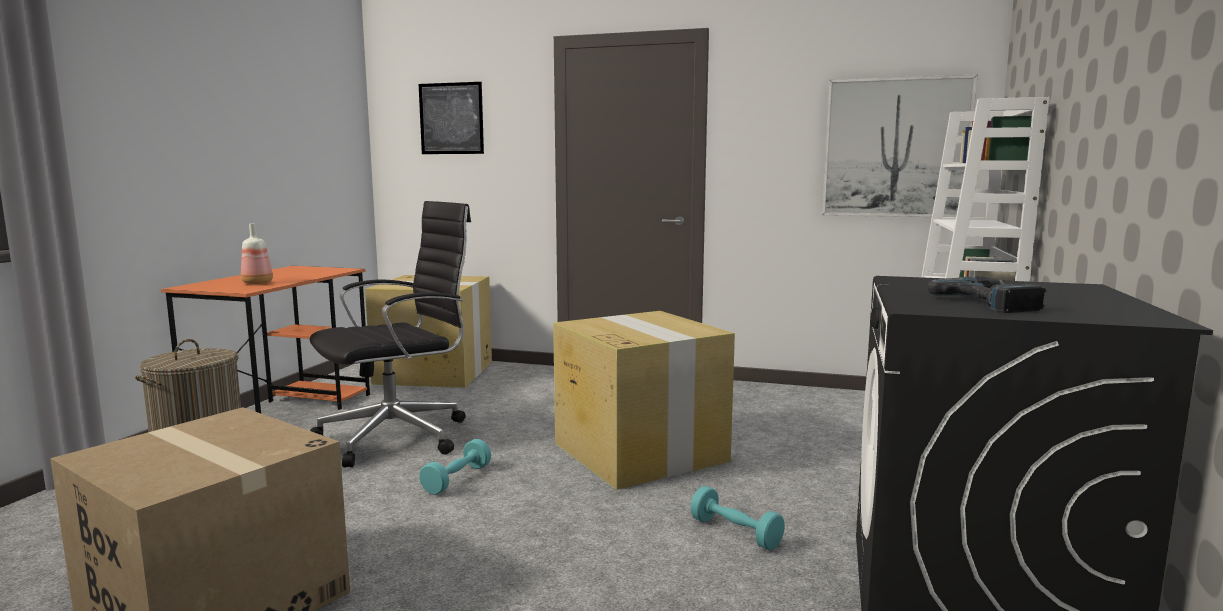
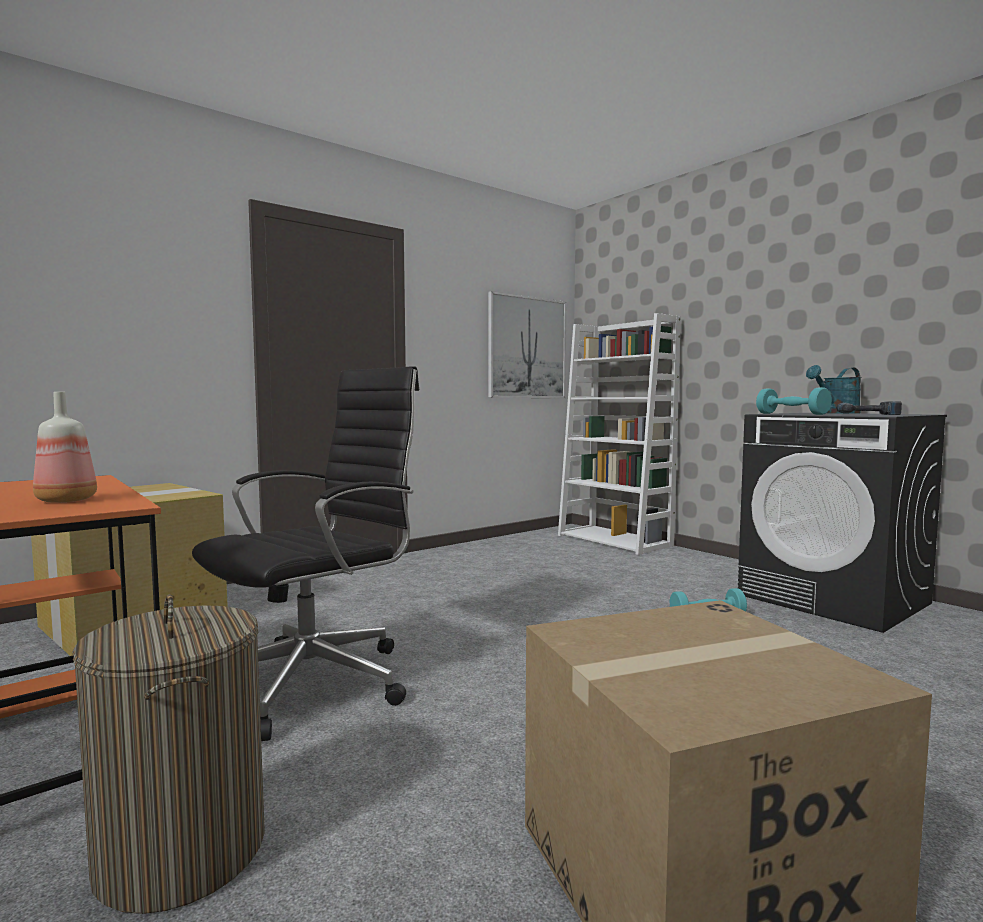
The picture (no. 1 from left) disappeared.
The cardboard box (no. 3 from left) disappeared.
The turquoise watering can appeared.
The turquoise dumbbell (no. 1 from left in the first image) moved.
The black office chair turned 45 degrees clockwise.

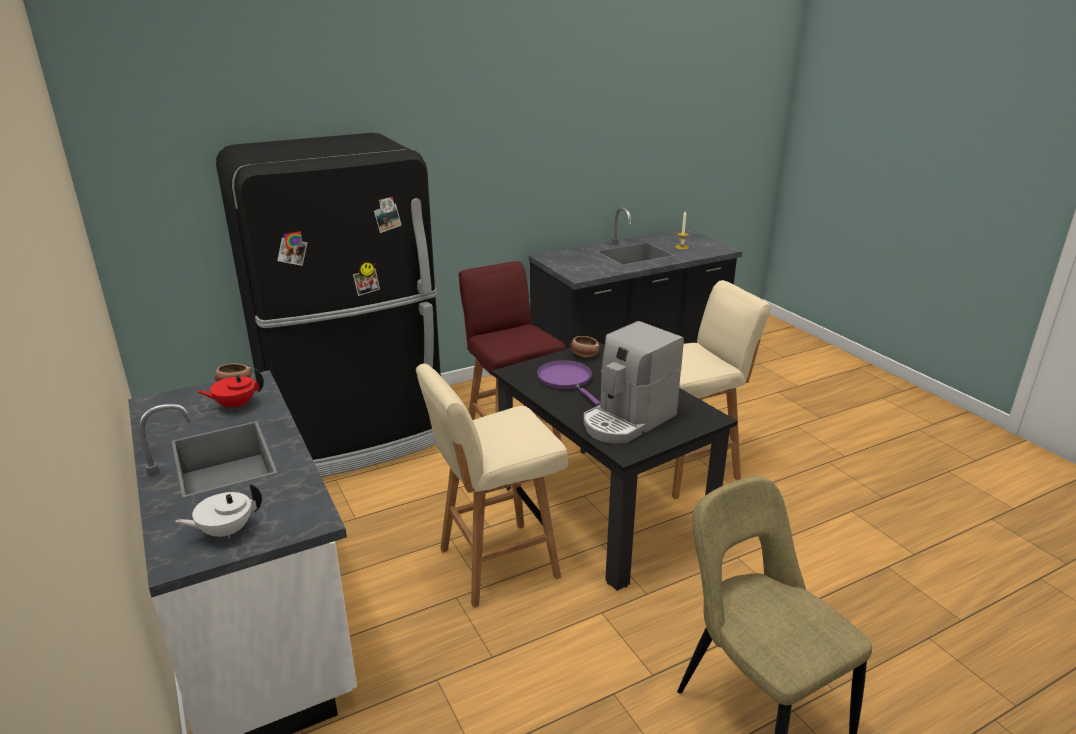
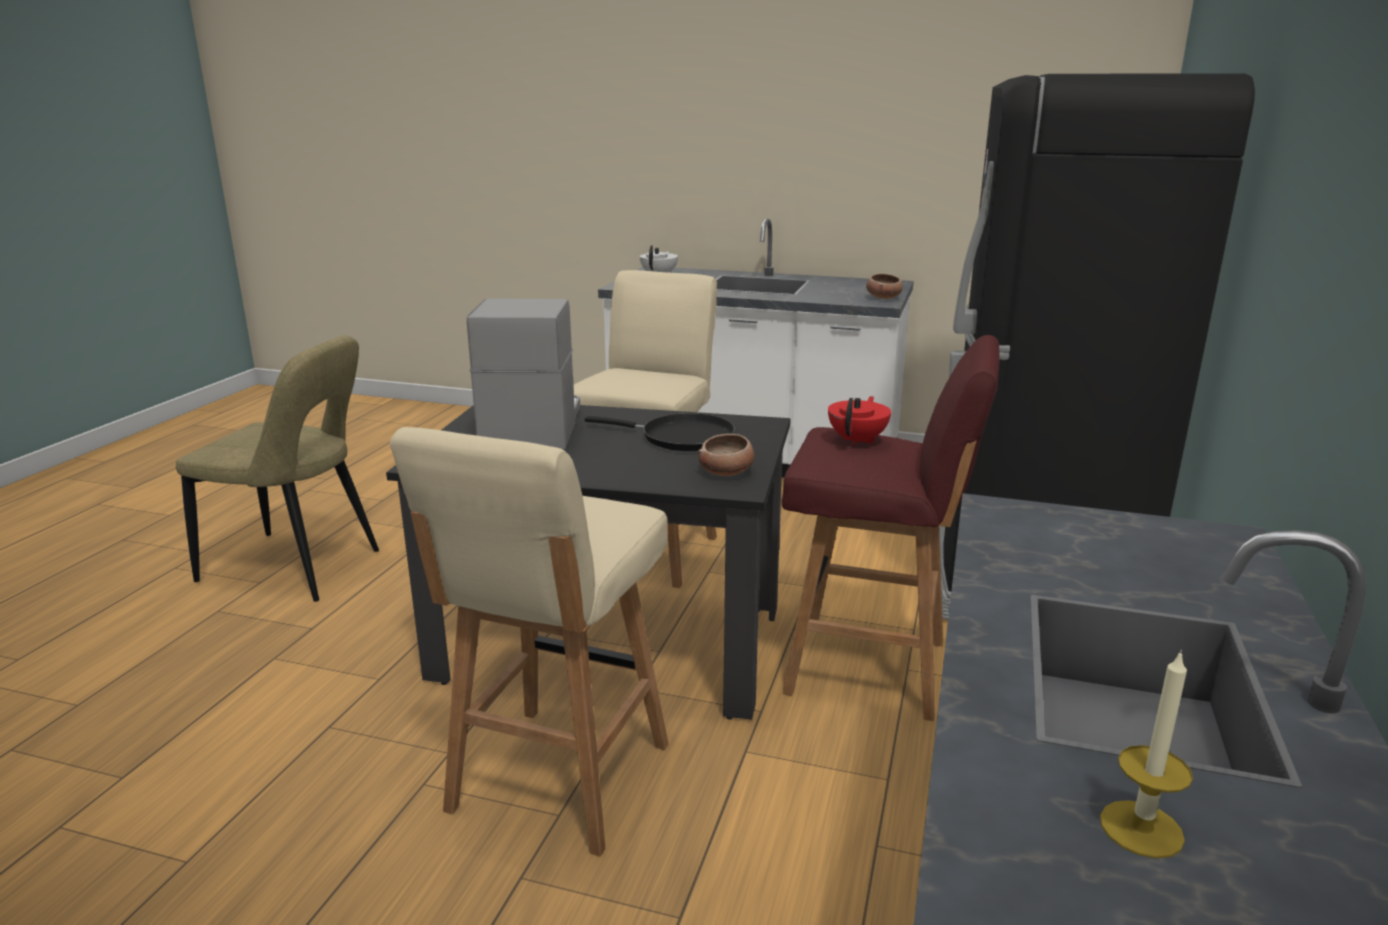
The red teapot moved.
The purple frying pan became the black frying pan.

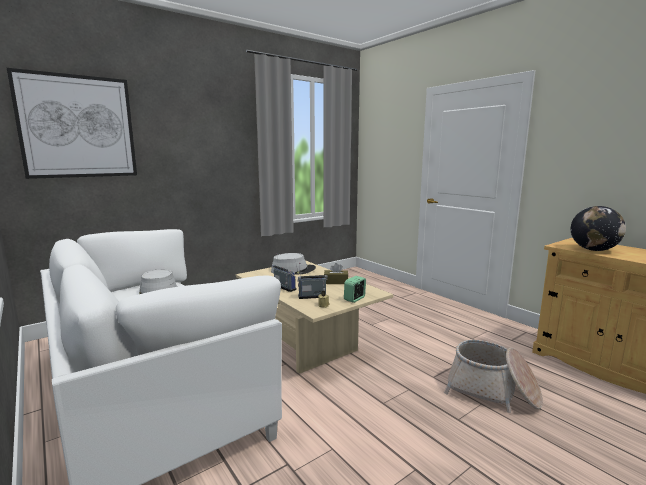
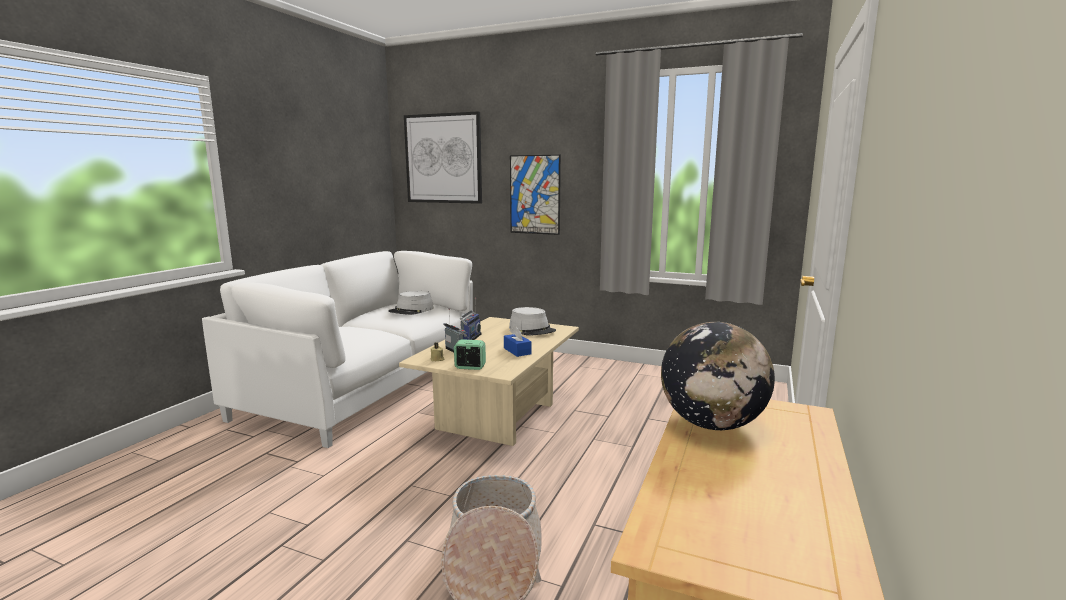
The picture (no. 2 from left) appeared.
The brown tissue box became the blue tissue box.

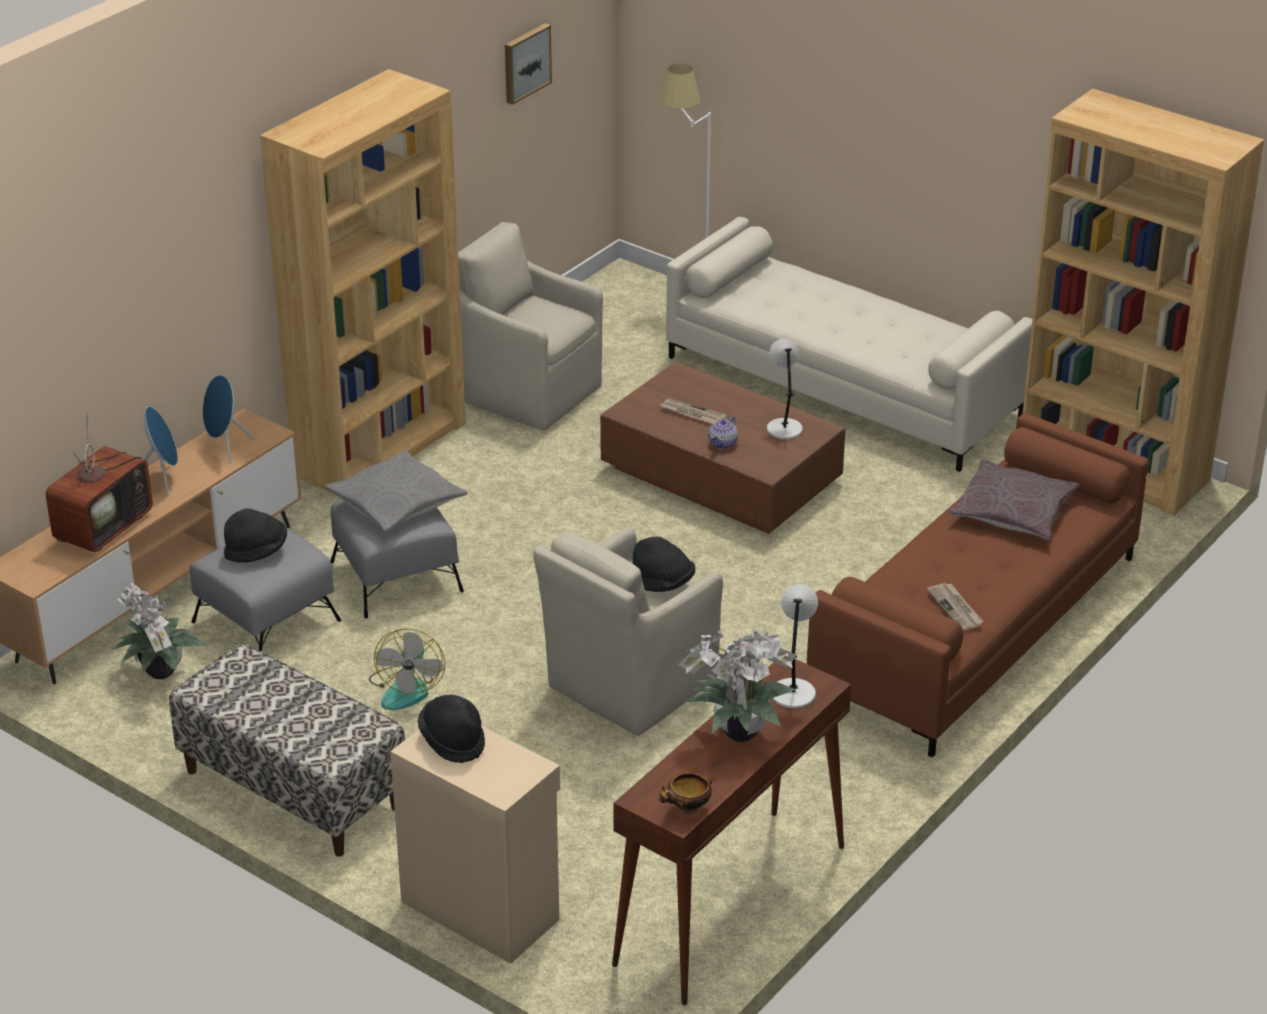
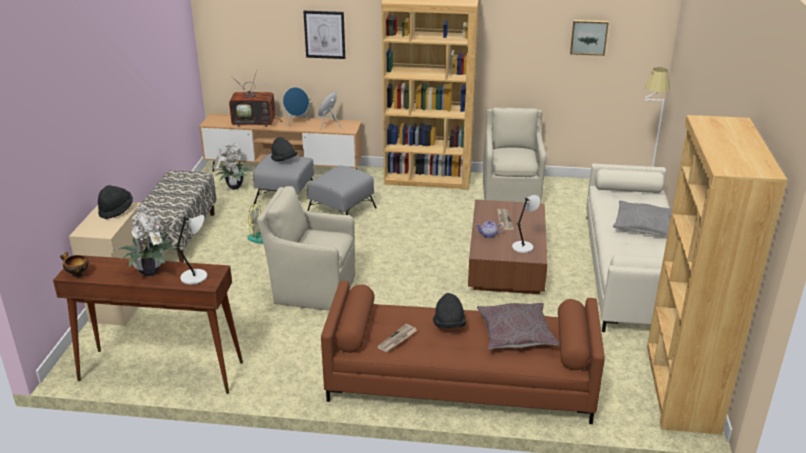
The picture (no. 1 from left) appeared.
The grey pillow (no. 1 from left in the first image) moved.
The black hat (no. 3 from left) moved.

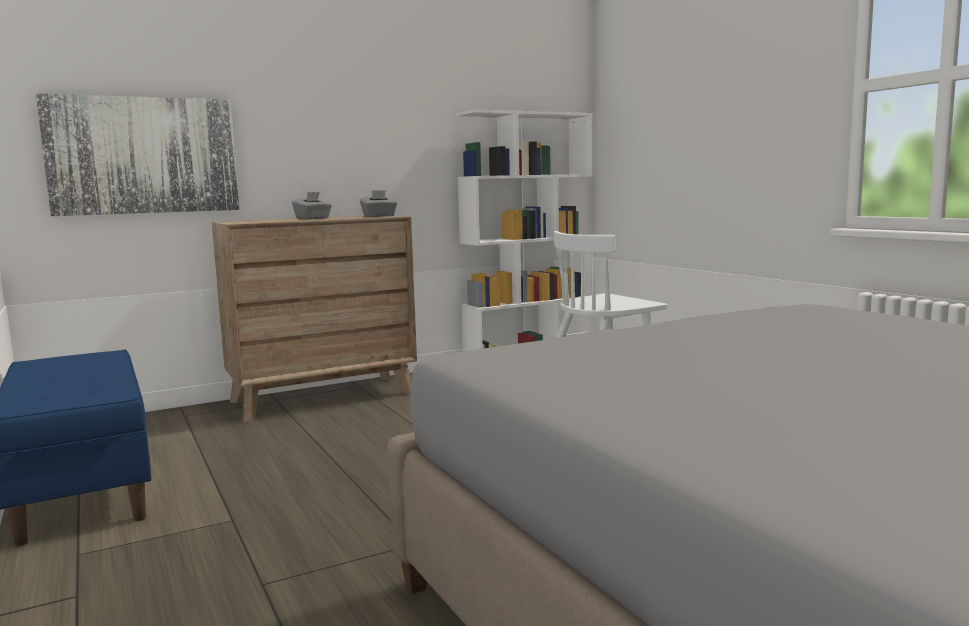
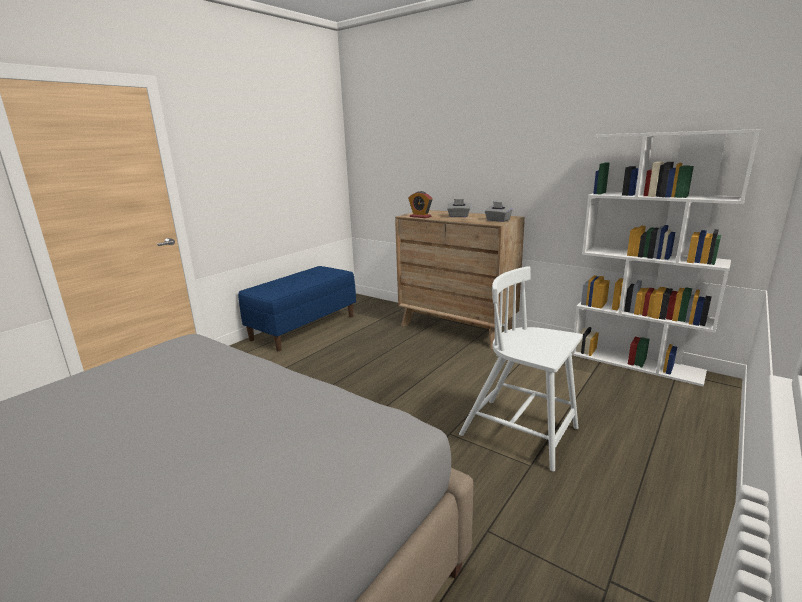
The picture disappeared.
The alarm clock appeared.

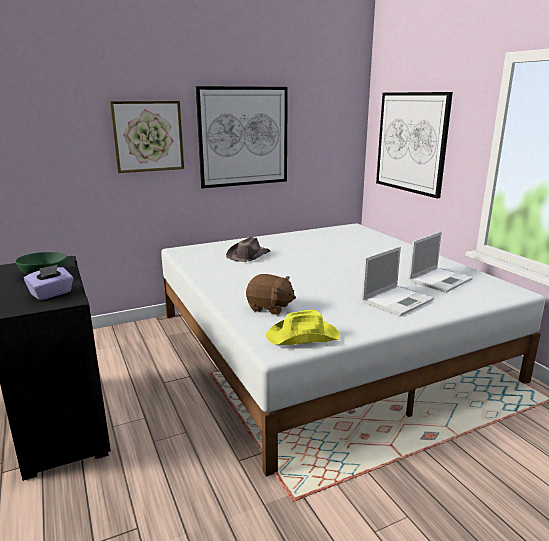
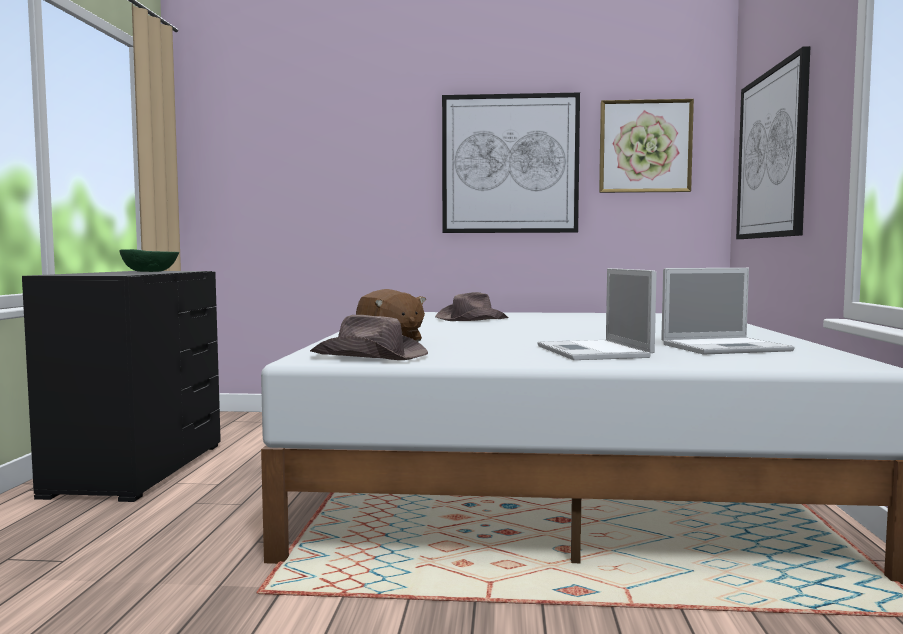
The purple tissue box disappeared.
The picture (no. 1 from left in the first image) moved.
The yellow hat became the brown hat (no. 1 from left).
The laptop (no. 1 from left) turned 90 degrees clockwise.

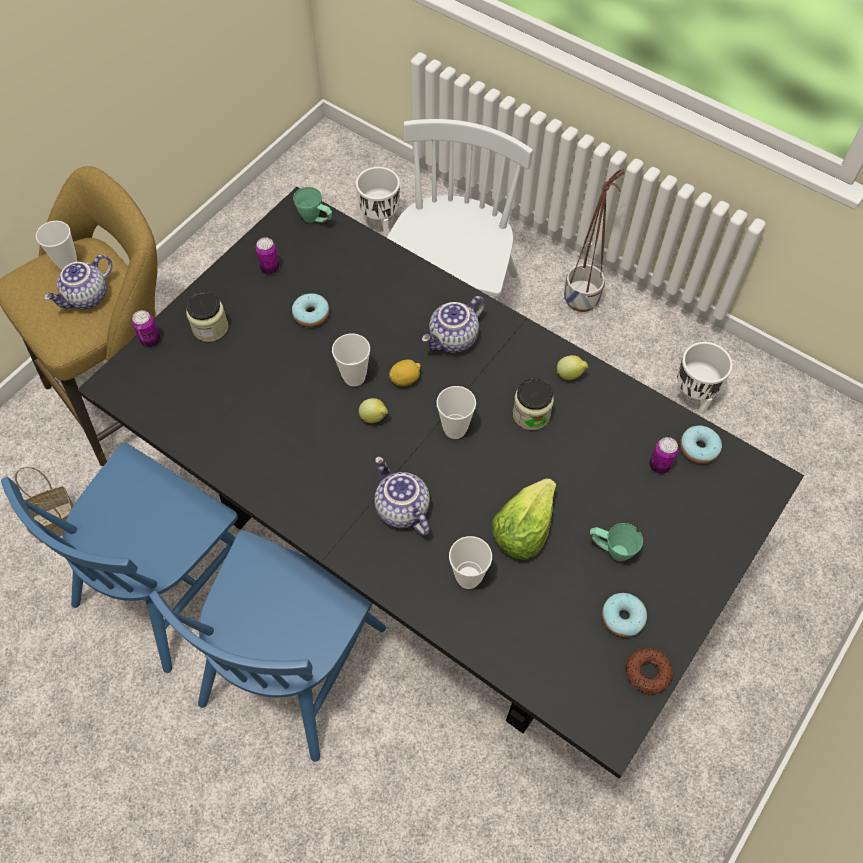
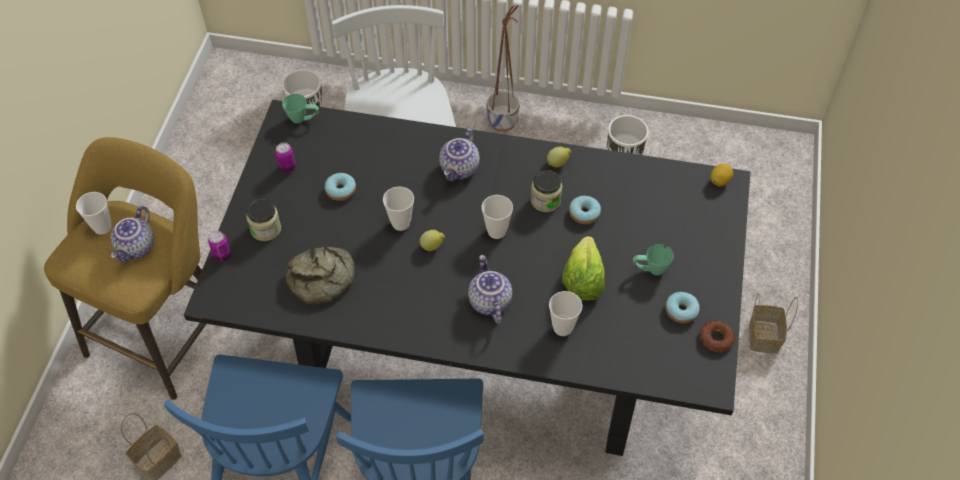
The can (no. 3 from left) disappeared.
The bread appeared.
The basket (no. 2 from left) appeared.
The lemon (no. 2 from left in the first image) moved.
The donut (no. 4 from left in the first image) moved.
The teapot (no. 2 from left in the first image) turned 45 degrees clockwise.

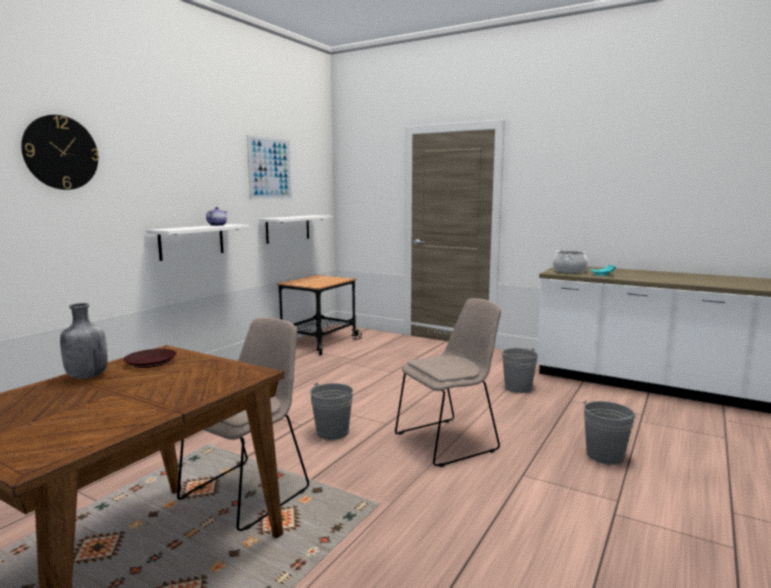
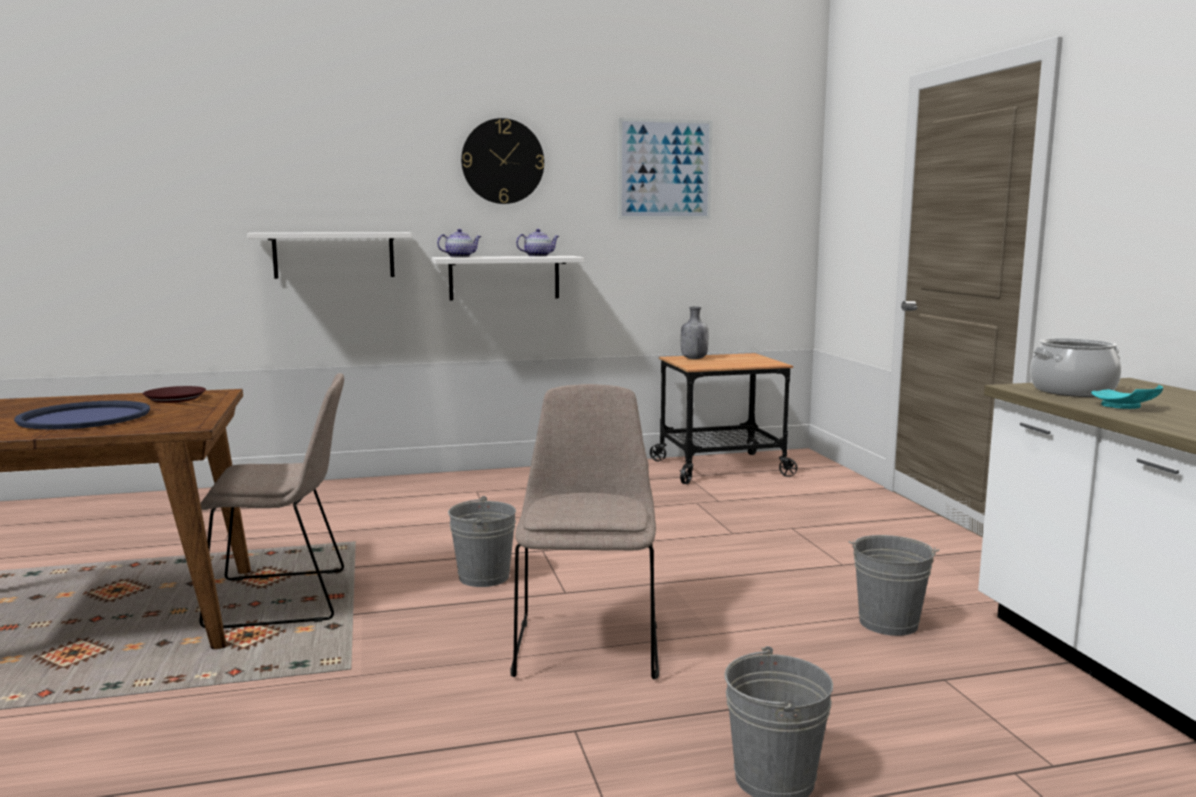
The blue tray appeared.
The teapot (no. 1 from left) appeared.
The wall clock moved.
The grey bottle moved.
The white shelf (no. 2 from left in the first image) moved.
The beige chair (no. 2 from left) turned 105 degrees counterclockwise.

